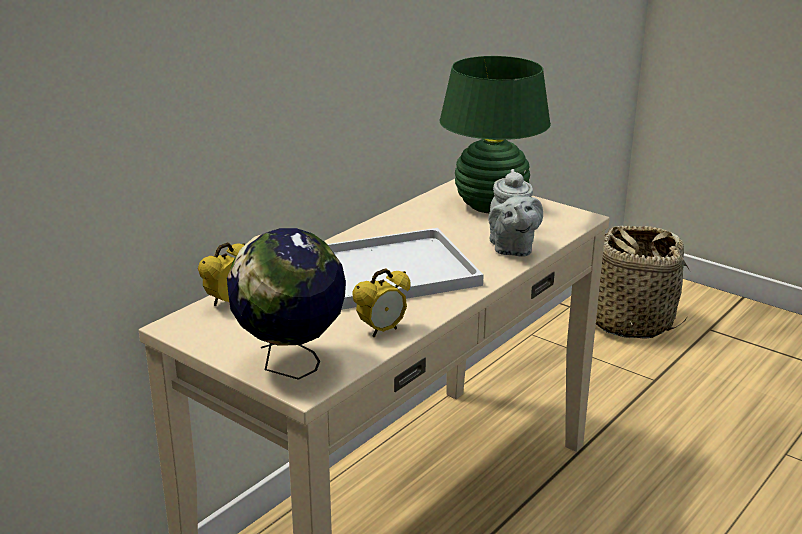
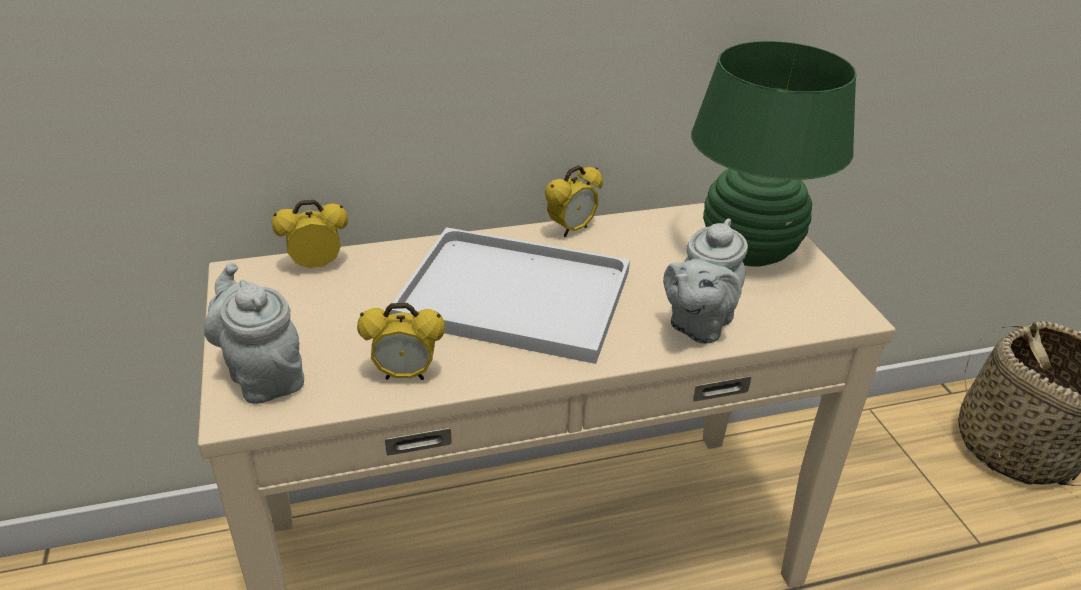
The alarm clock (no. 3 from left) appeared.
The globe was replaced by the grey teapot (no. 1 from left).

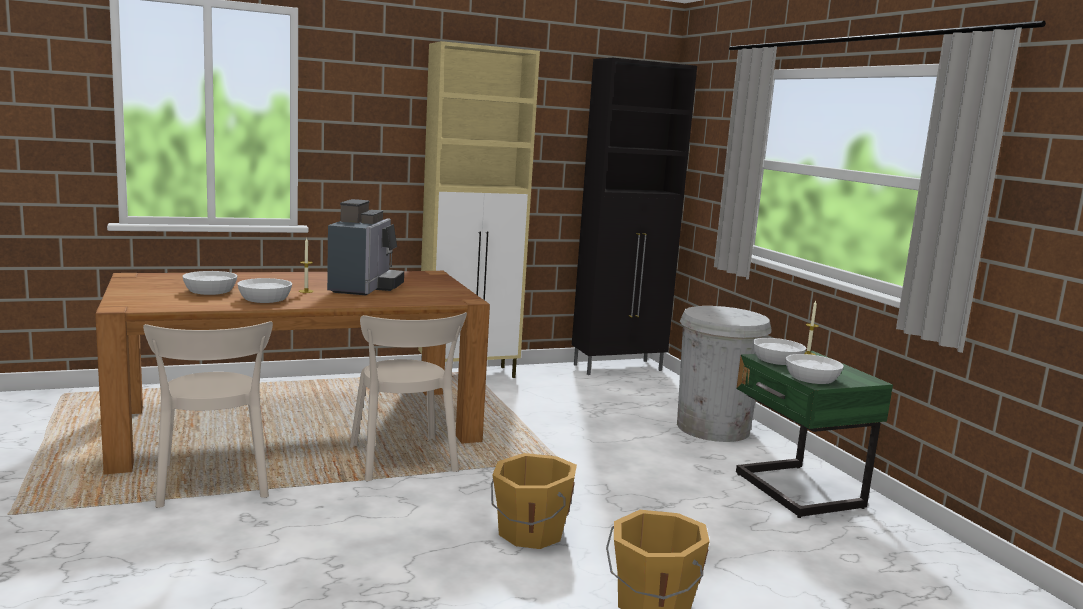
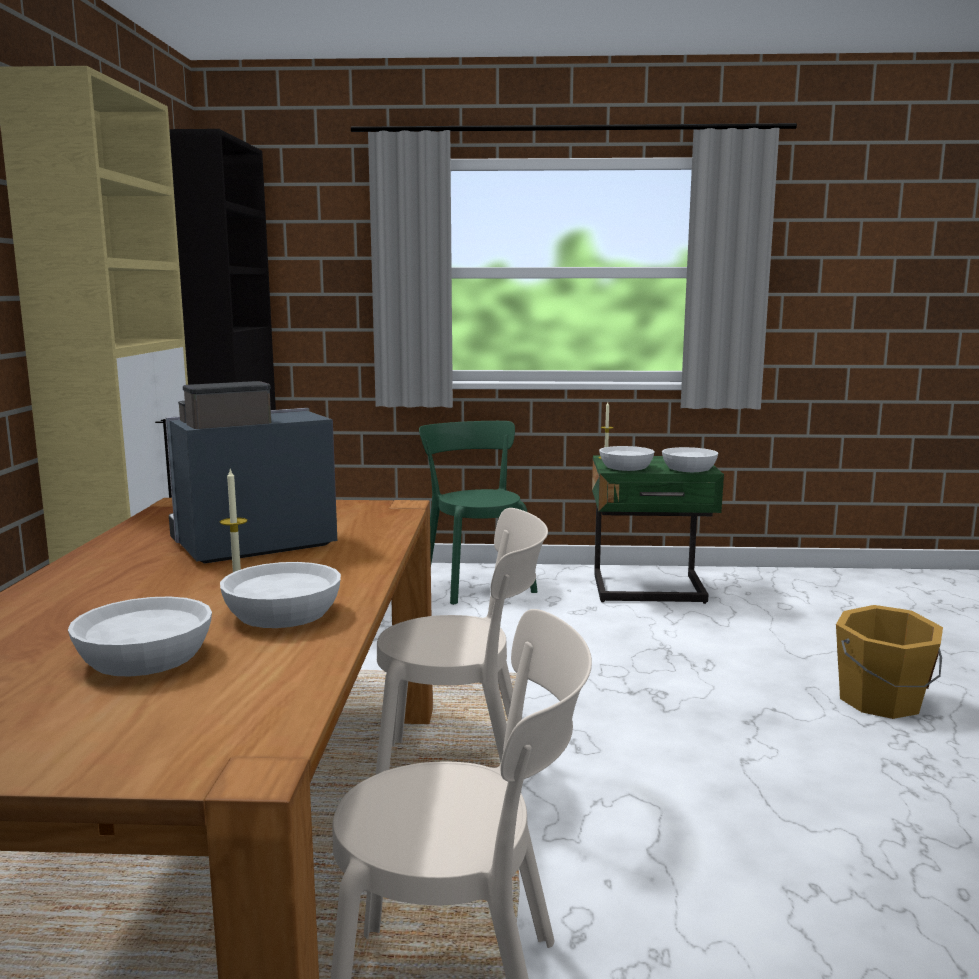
The orange bucket (no. 1 from left) disappeared.
The white trash can was replaced by the green chair.
The coffee machine turned 60 degrees counterclockwise.

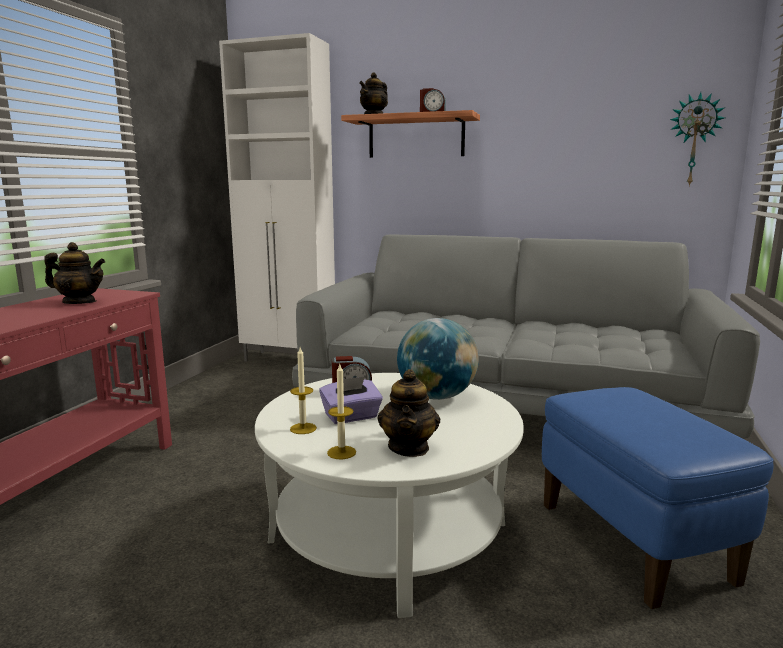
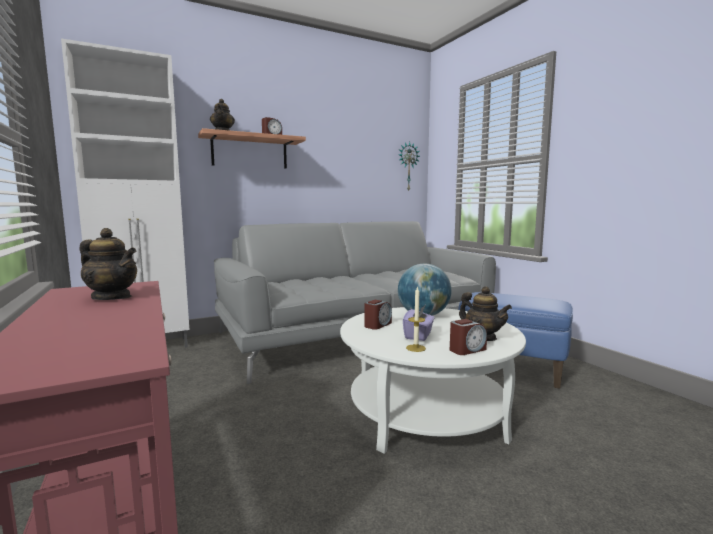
The candle (no. 2 from left) was replaced by the alarm clock (no. 3 from left).
The teapot (no. 1 from left) turned 60 degrees clockwise.

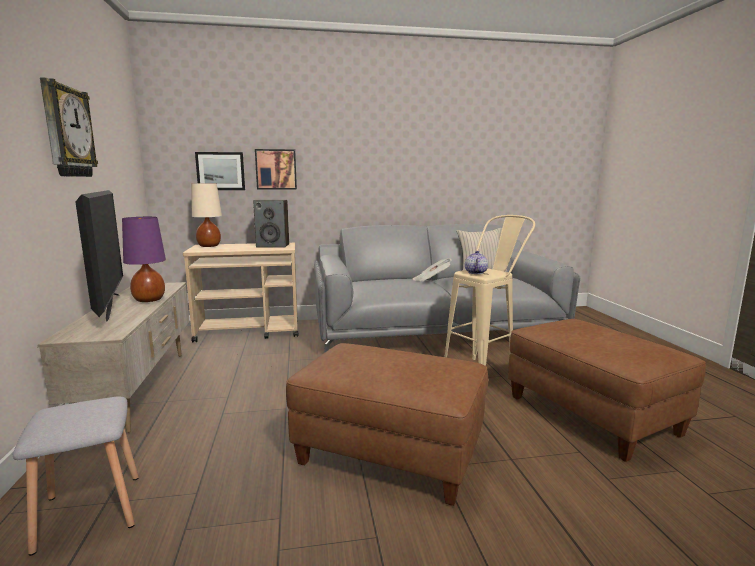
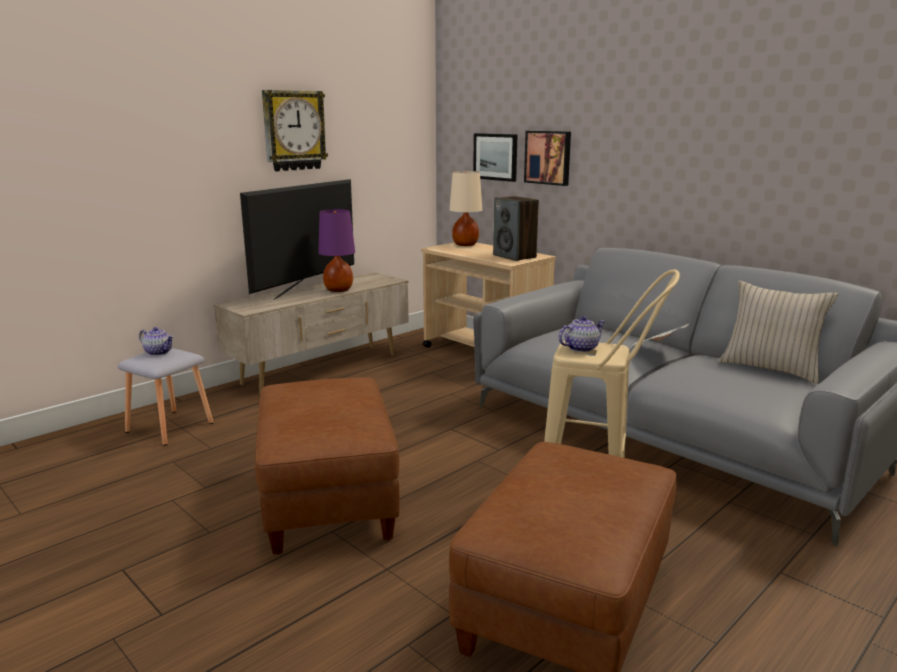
The teapot (no. 1 from left) appeared.

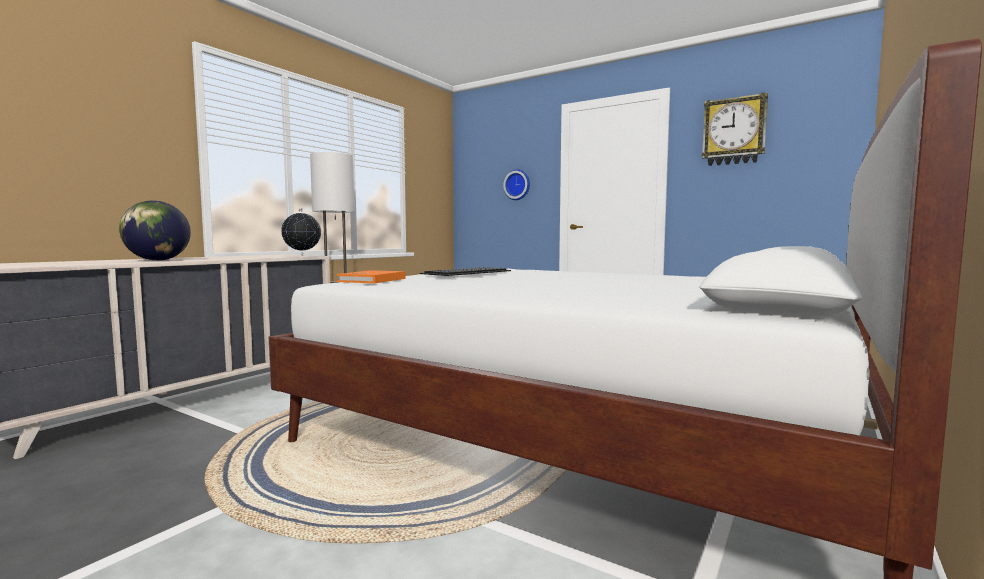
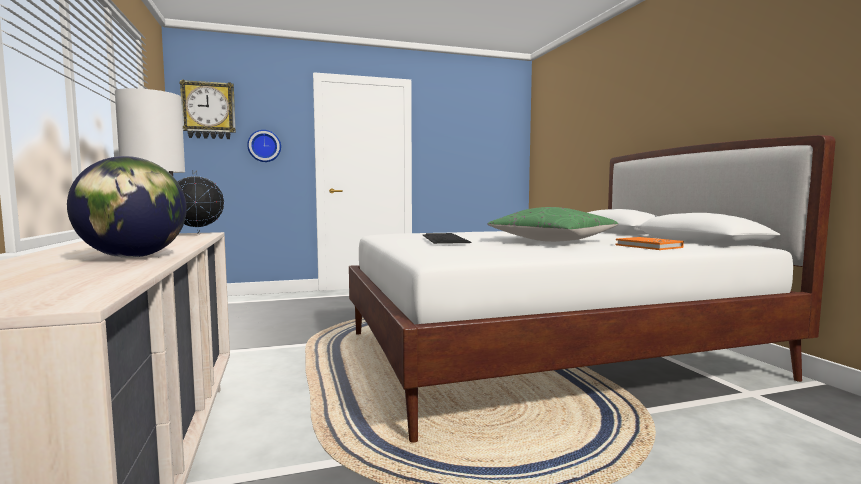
The green pillow appeared.
The orange book moved.
The wall clock (no. 2 from left in the first image) moved.

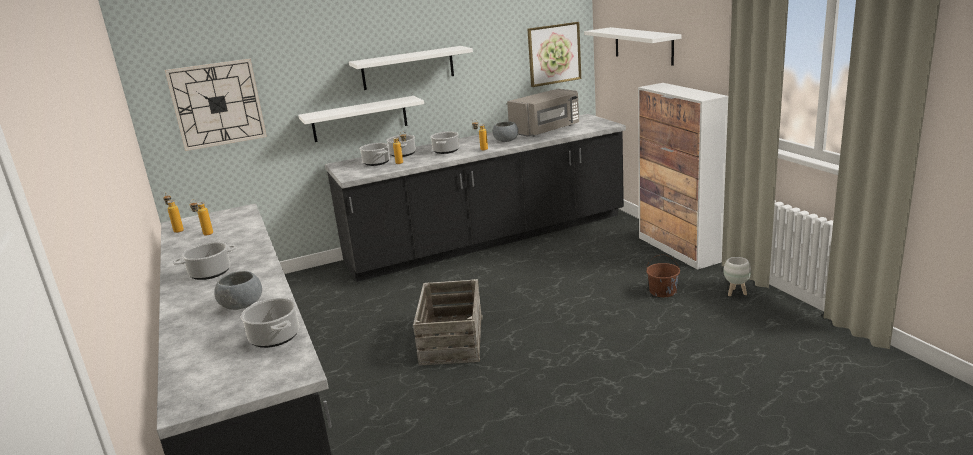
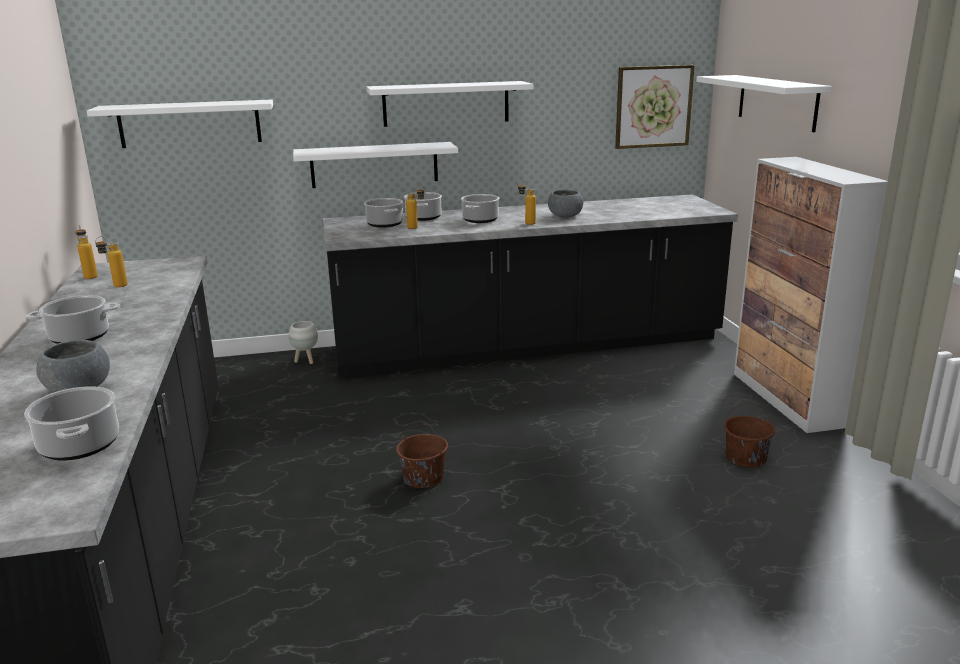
The grey microwave disappeared.
The white planter moved.
The wall clock was replaced by the white shelf (no. 1 from left).
The crate was replaced by the brown bucket (no. 1 from left).

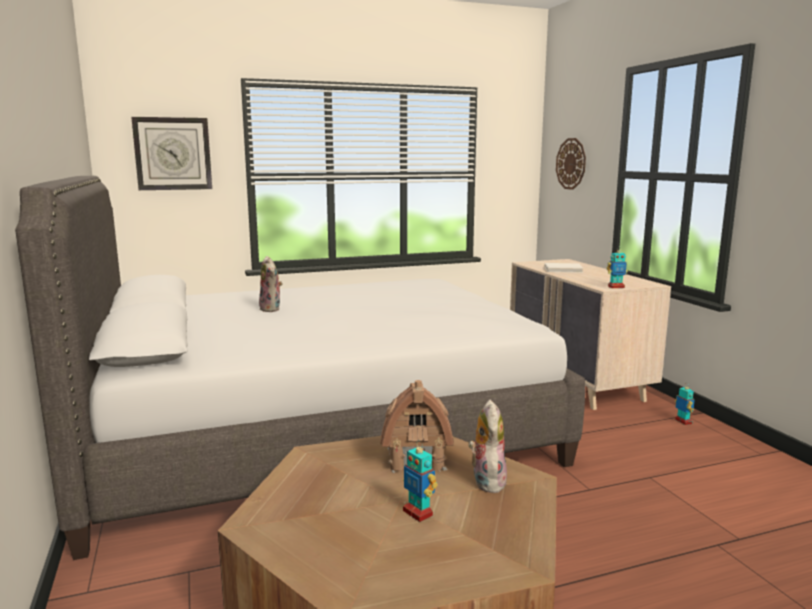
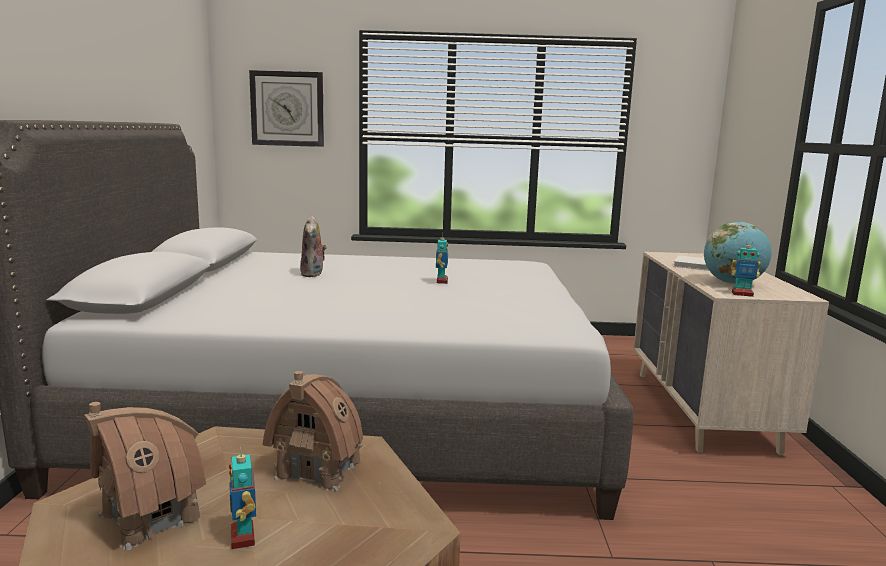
The plush toy (no. 2 from left) disappeared.
The wall clock (no. 2 from left) disappeared.
The toy house (no. 1 from left) appeared.
The globe appeared.
The toy robot (no. 3 from left in the first image) moved.

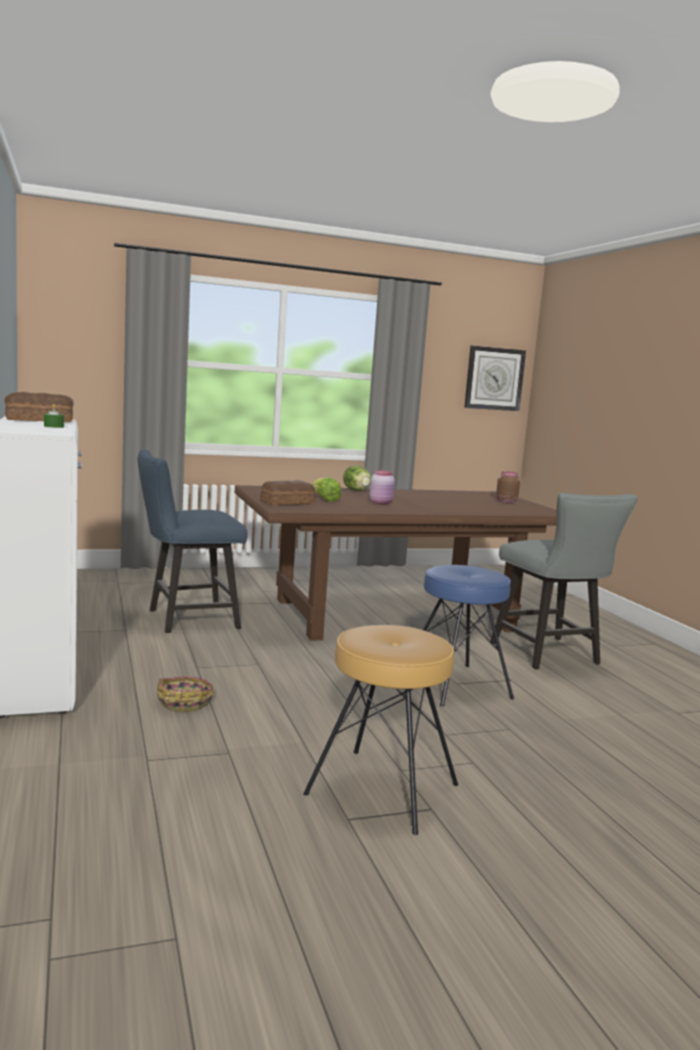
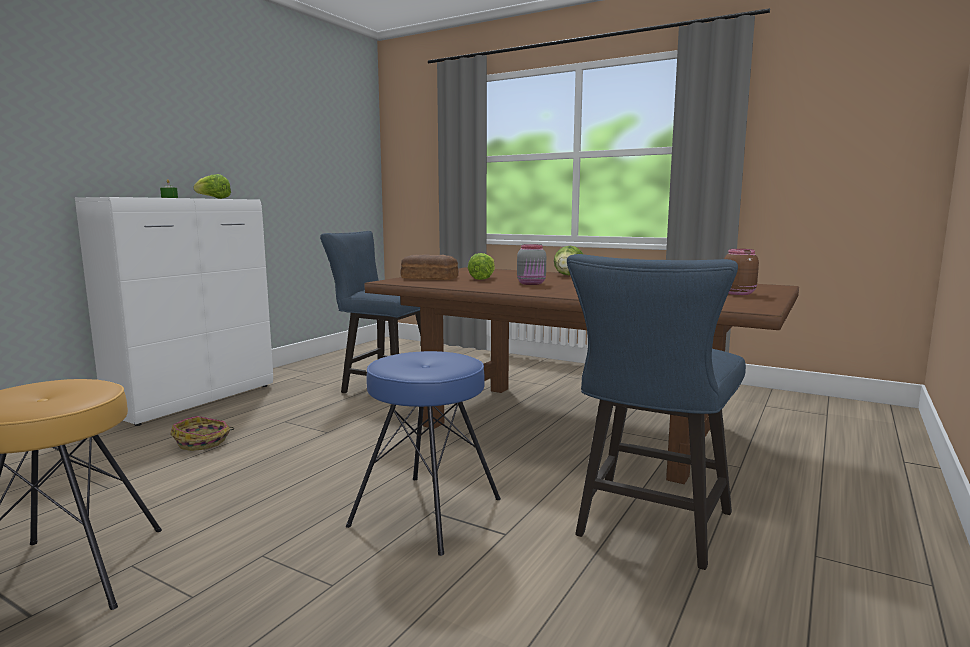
The wall clock disappeared.
The bread (no. 1 from left) was replaced by the lettuce (no. 1 from left).
The pink jar became the grey jar.
The grey chair became the blue chair (no. 2 from left).

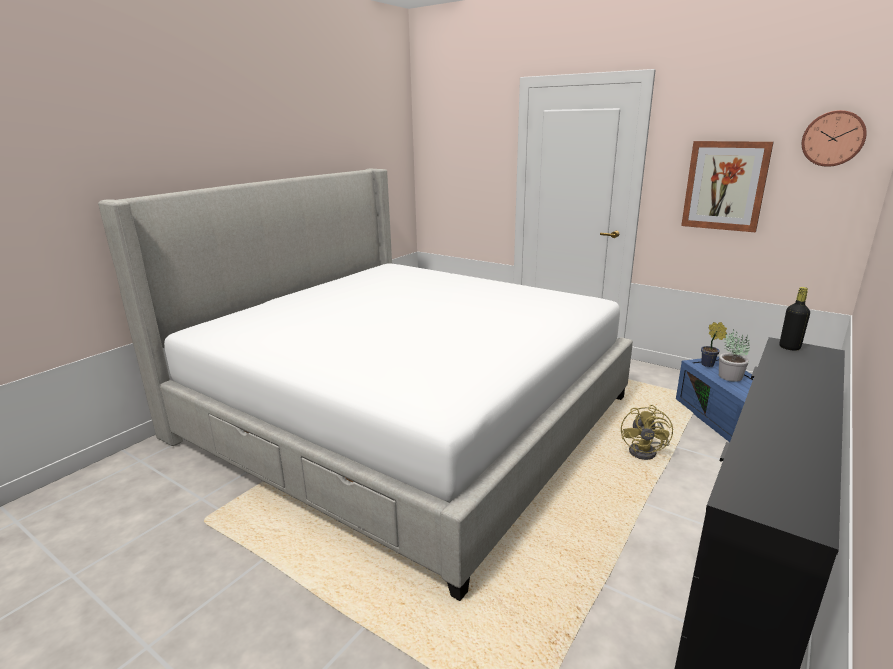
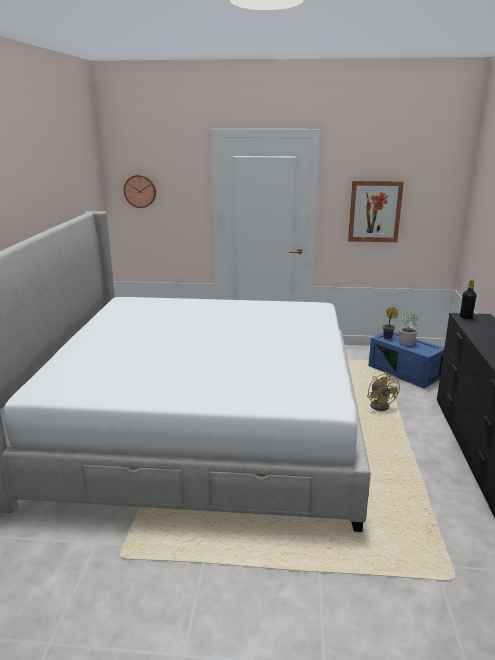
The wall clock moved.

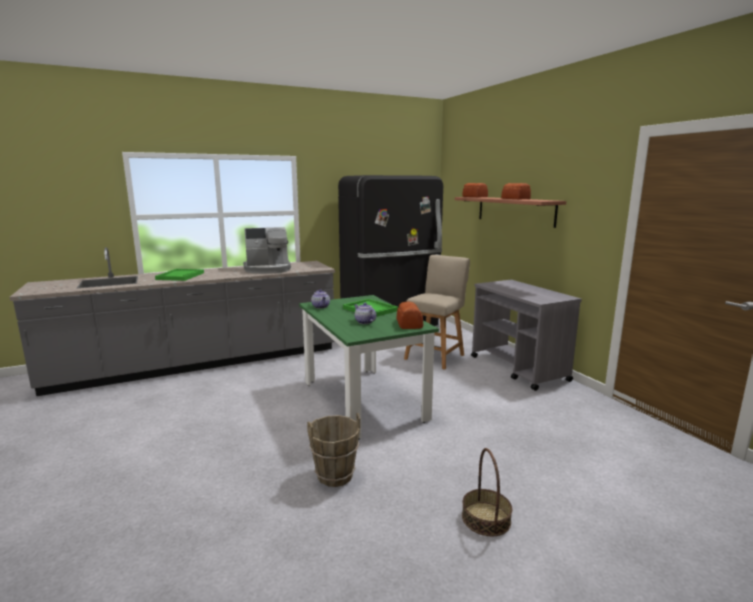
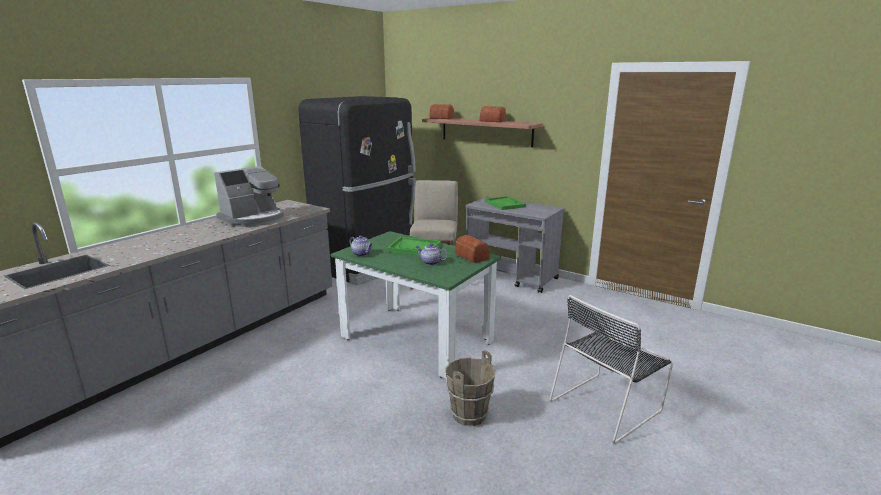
The green tray (no. 1 from left in the first image) moved.
The basket was replaced by the black chair.

